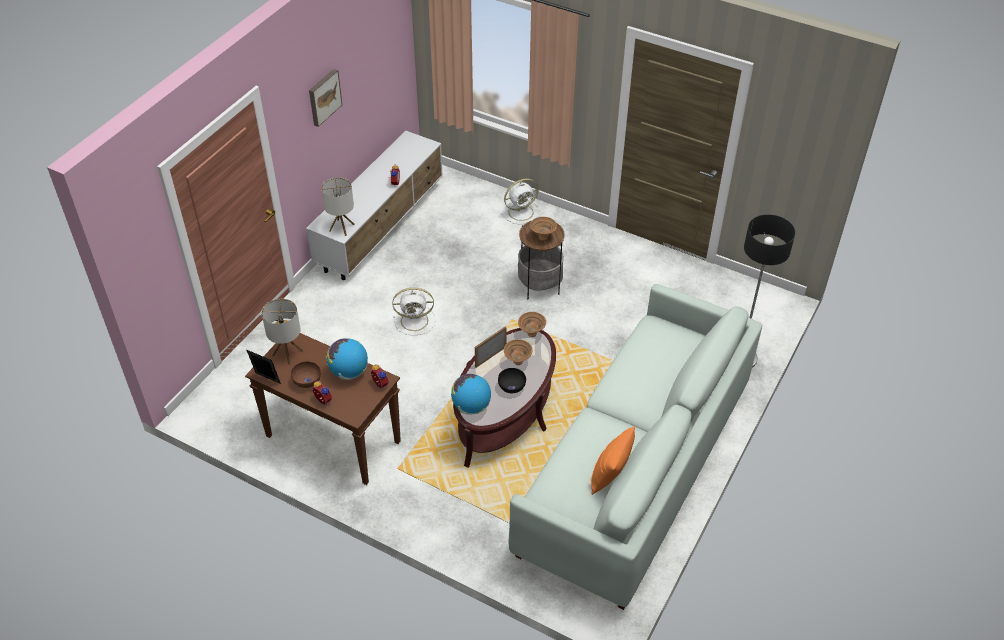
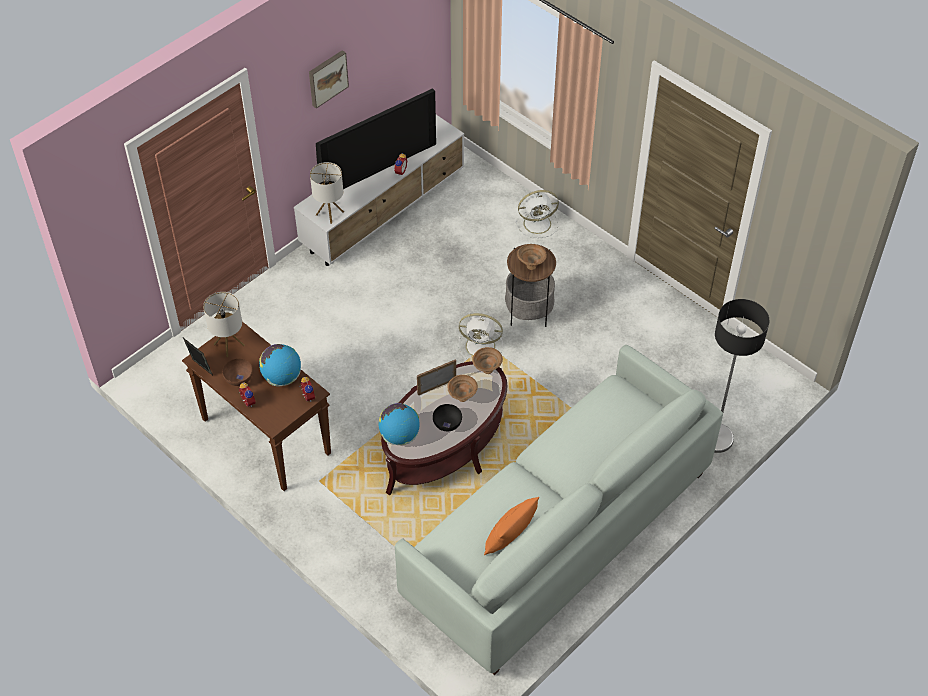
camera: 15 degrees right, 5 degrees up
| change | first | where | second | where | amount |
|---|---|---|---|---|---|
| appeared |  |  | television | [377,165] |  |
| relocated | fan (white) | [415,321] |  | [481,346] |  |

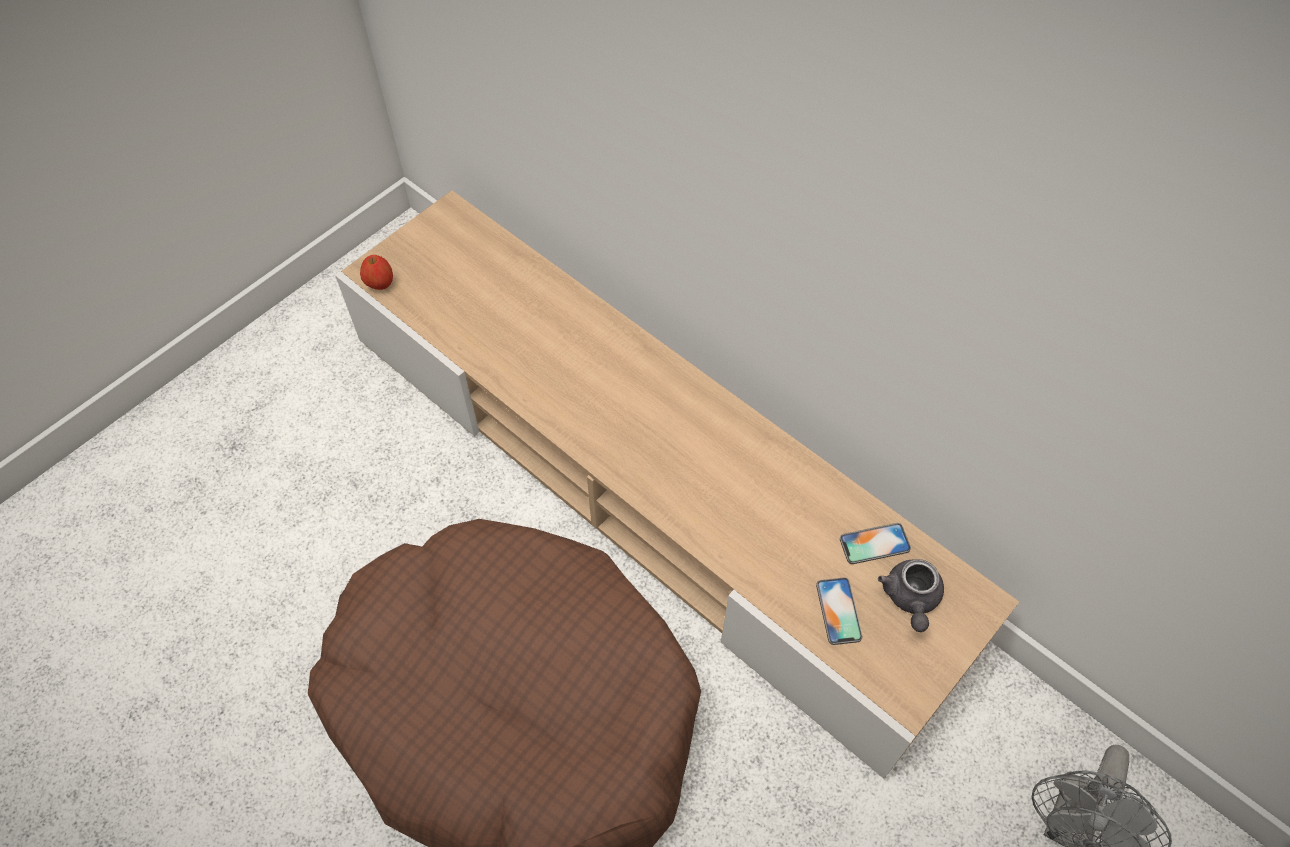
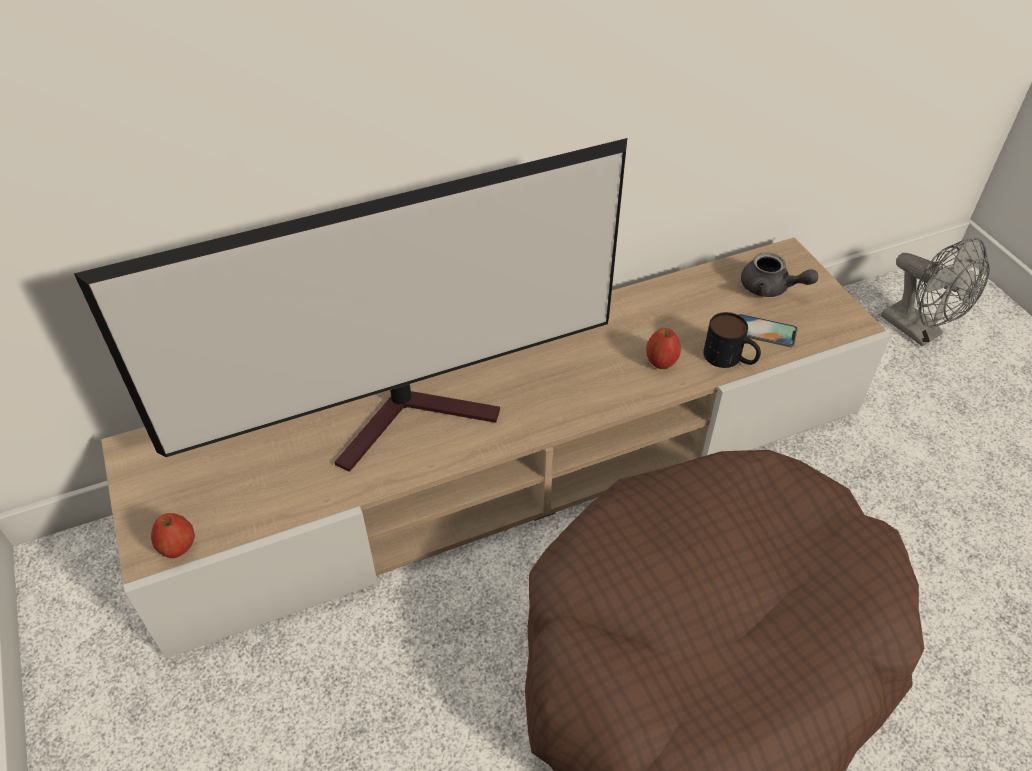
camera: 65 degrees left, 10 degrees down
| change | first | where | second | where | amount |
|---|---|---|---|---|---|
| appeared |  |  | television | [415,416] |  |
| appeared |  |  | apple | [661,362] |  |
| appeared |  |  | mug | [730,358] |  |
| missing | phone | [874,544] |  |  |  |

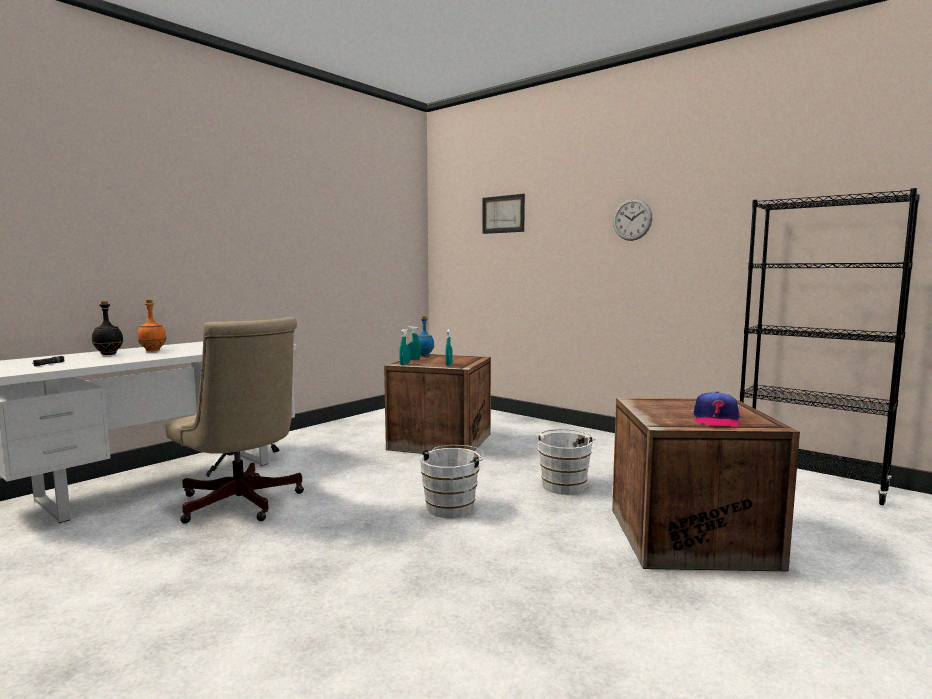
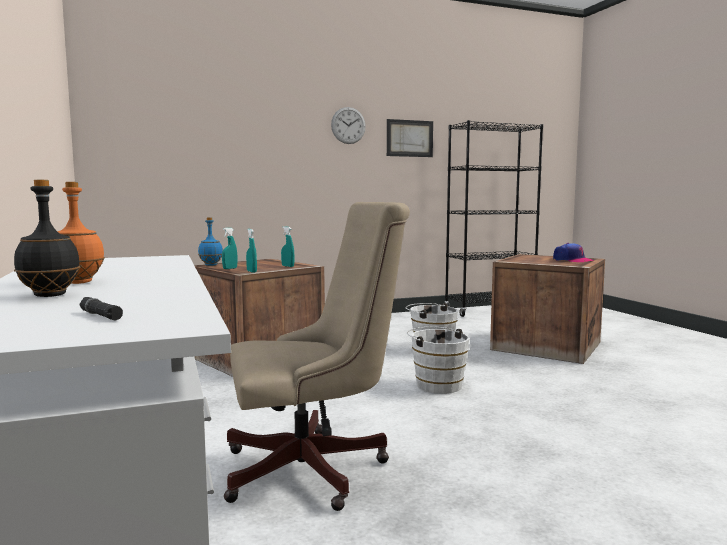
camera: 60 degrees left, 0 degrees up
| change | first | where | second | where | amount |
|---|---|---|---|---|---|
| relocated | picture | [503,214] |  | [409,138] |  |

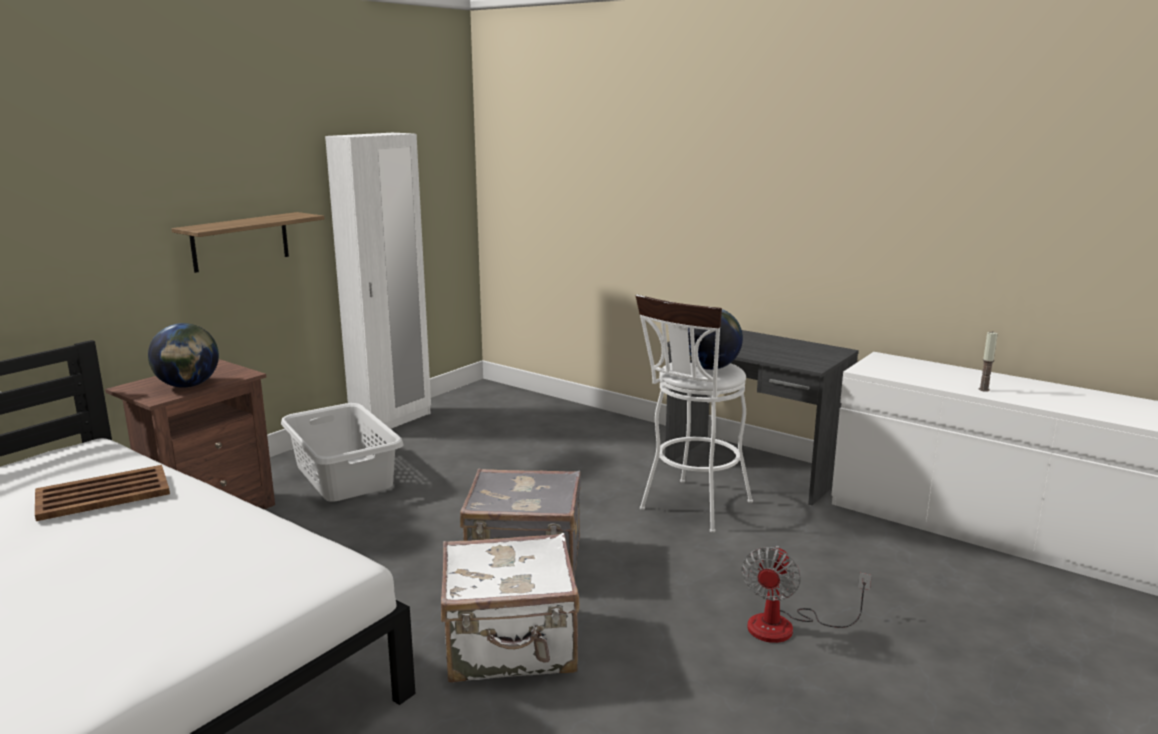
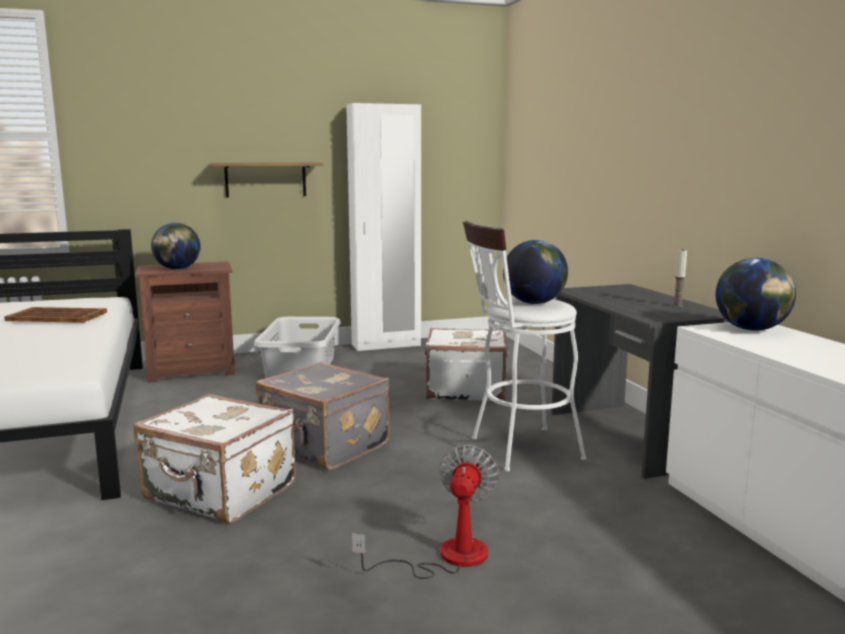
camera: 35 degrees right, 5 degrees down
| change | first | where | second | where | amount |
|---|---|---|---|---|---|
| spun | fan | [786,626] |  | [446,557] | 135 degrees clockwise |
| appeared |  |  | suitcase (white) | [465,390] |  |
| relocated | candle | [984,389] |  | [677,306] |  |
| appeared |  |  | globe | [751,329] |  |

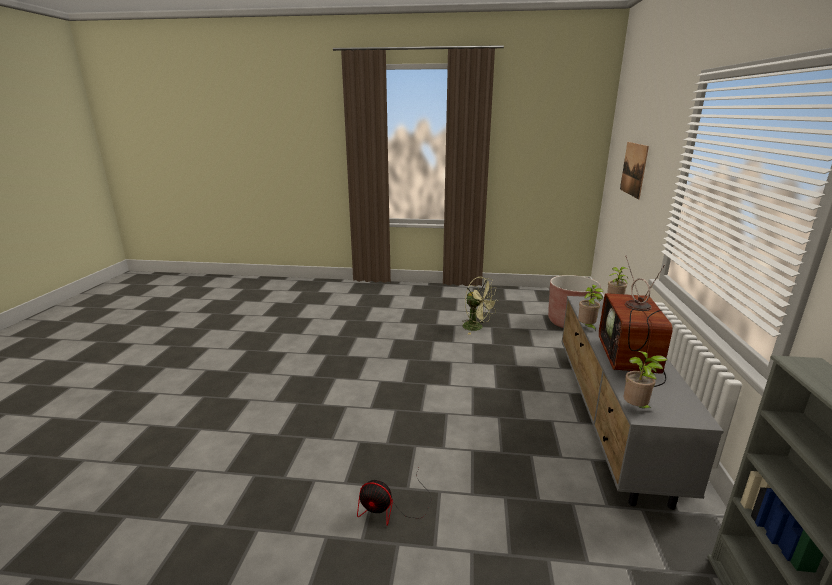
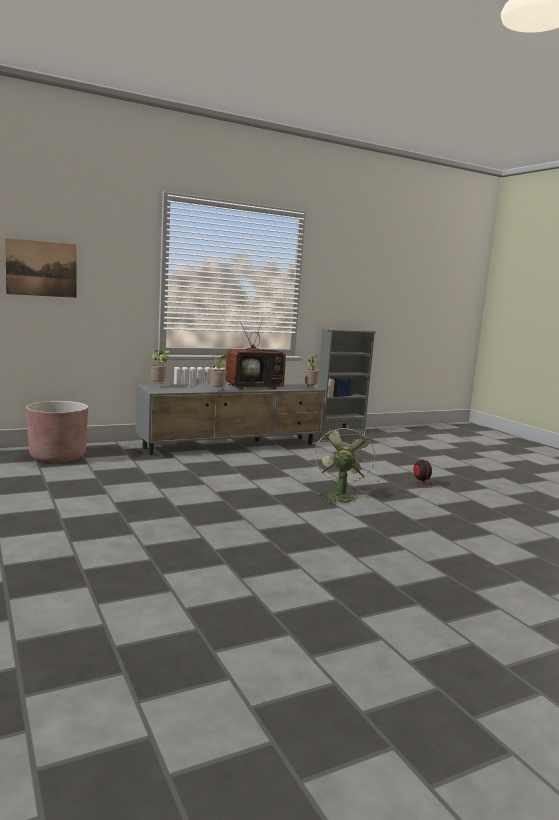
camera: 125 degrees left, 10 degrees down
| change | first | where | second | where | amount |
|---|---|---|---|---|---|
| relocated | fan (green) | [477,328] |  | [339,496] |  |

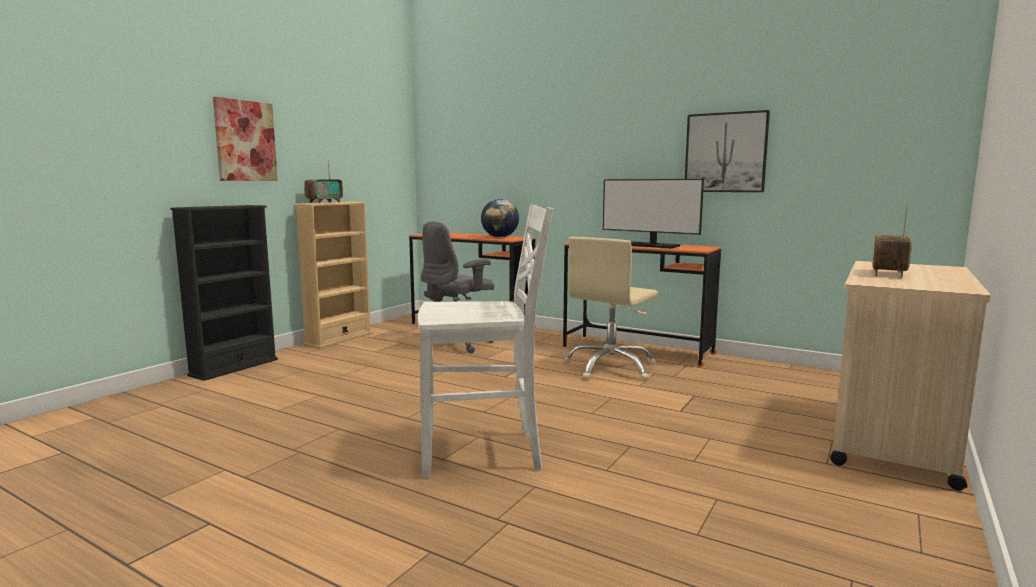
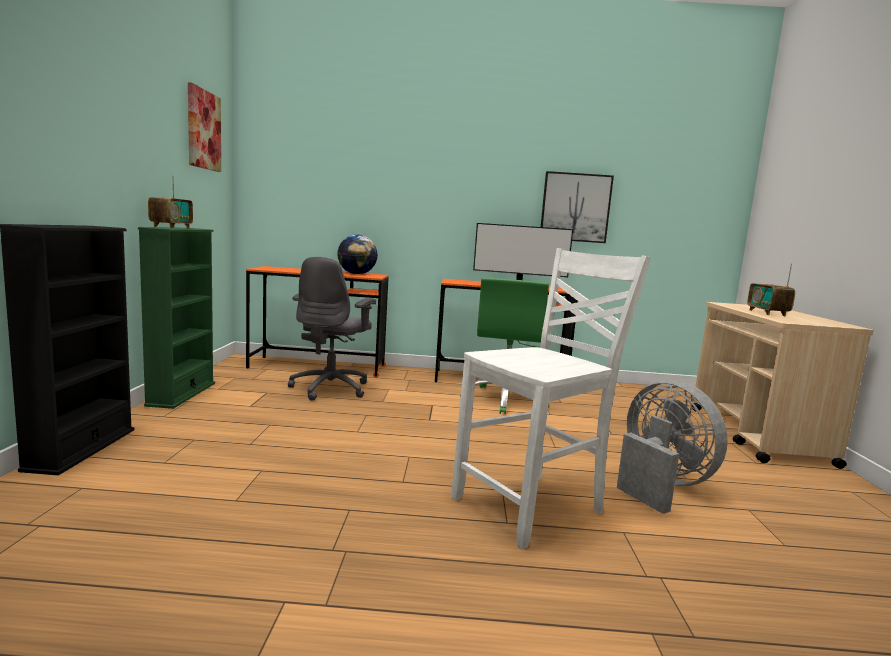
camera: 30 degrees left, 0 degrees up
| change | first | where | second | where | amount |
|---|---|---|---|---|---|
| colour | bookcase (beige) | [339,339] | bookcase (green) | [181,394] |  |
| relocated | picture | [245,141] |  | [203,130] |  |
| colour | office chair (beige) | [610,368] | office chair (green) | [505,400] |  |
| appeared |  |  | fan (grey) | [660,485] |  |

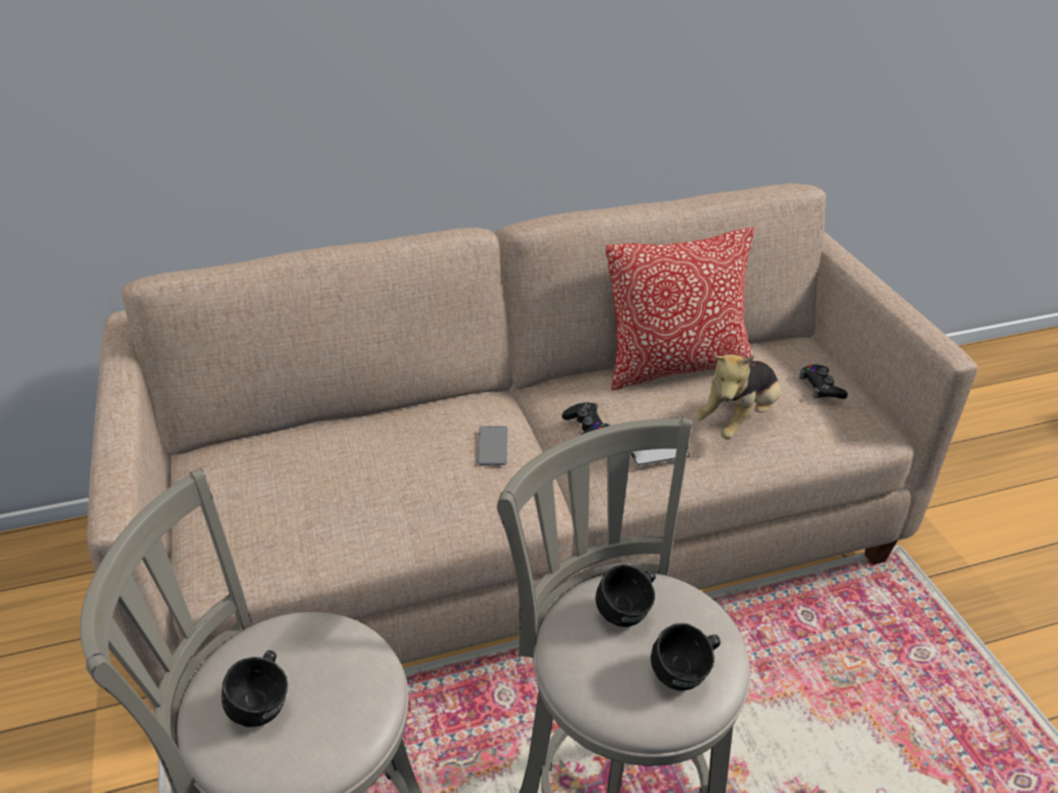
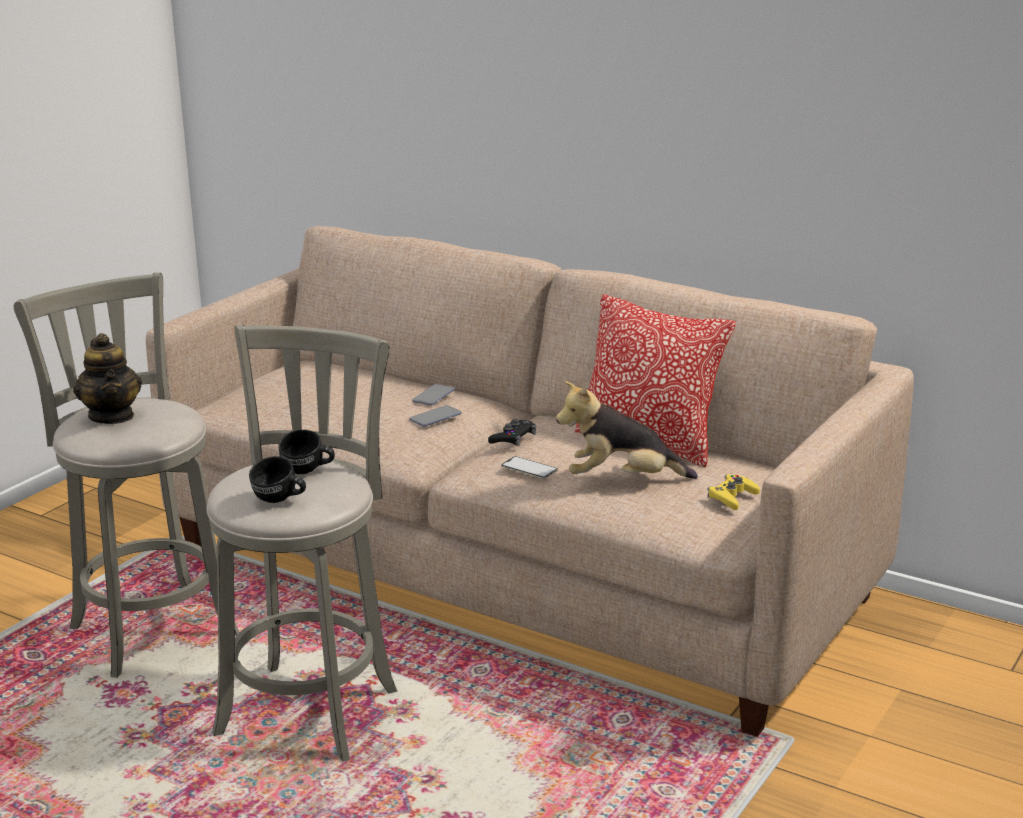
camera: 50 degrees right, 15 degrees down
| change | first | where | second | where | amount |
|---|---|---|---|---|---|
| exchanged | mug (black) | [265,703] | teapot | [112,416] |  |
| appeared |  |  | phone | [433,396] |  |
| colour | game controller (black) | [821,387] | game controller (yellow) | [732,497] |  |

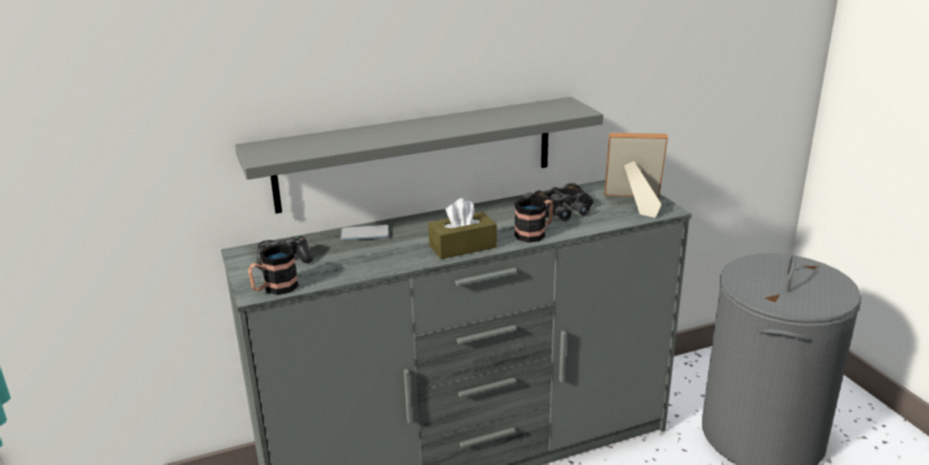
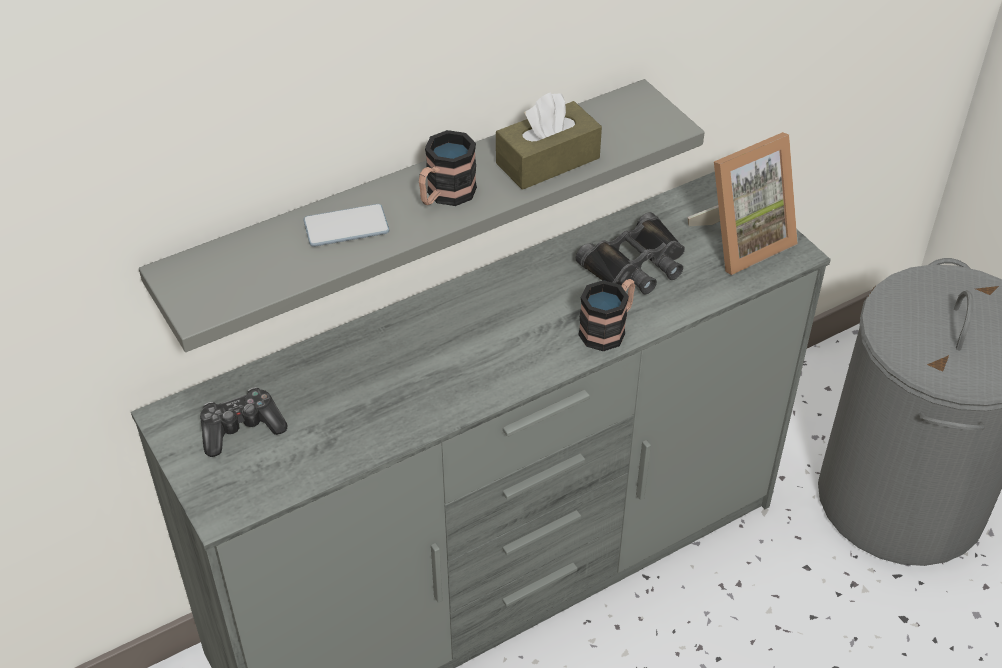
camera: 10 degrees left, 20 degrees up
| change | first | where | second | where | amount |
|---|---|---|---|---|---|
| relocated | phone | [365,234] |  | [346,227] |  |
| relocated | mug | [274,289] |  | [445,195] |  |
| relocated | tissue box (brown) | [462,246] |  | [547,161] |  |
| spun | picture frame | [632,203] |  | [741,241] | 150 degrees clockwise |

